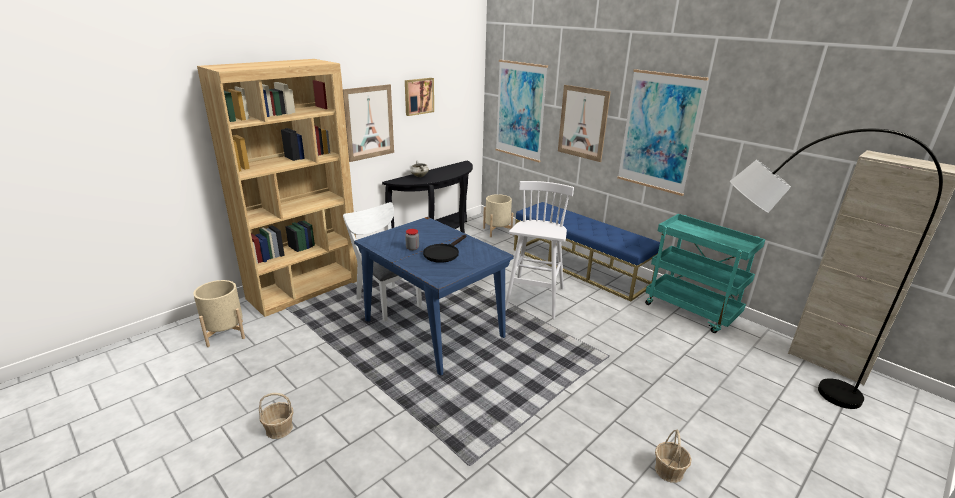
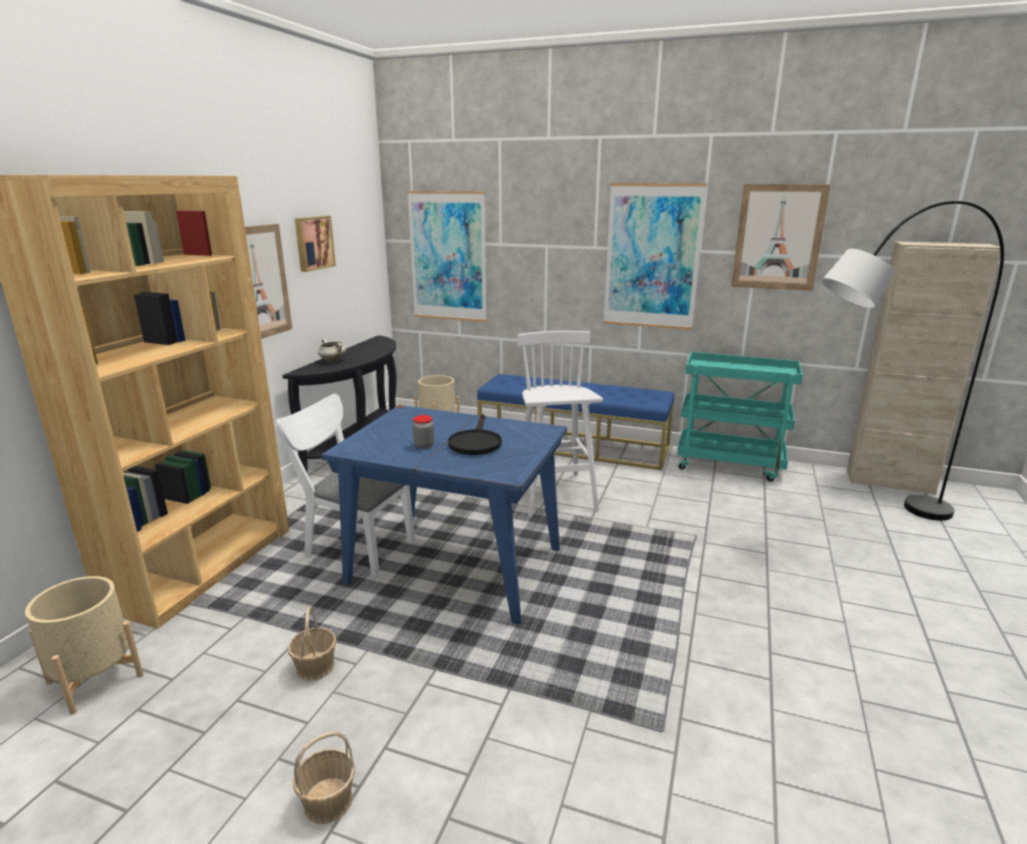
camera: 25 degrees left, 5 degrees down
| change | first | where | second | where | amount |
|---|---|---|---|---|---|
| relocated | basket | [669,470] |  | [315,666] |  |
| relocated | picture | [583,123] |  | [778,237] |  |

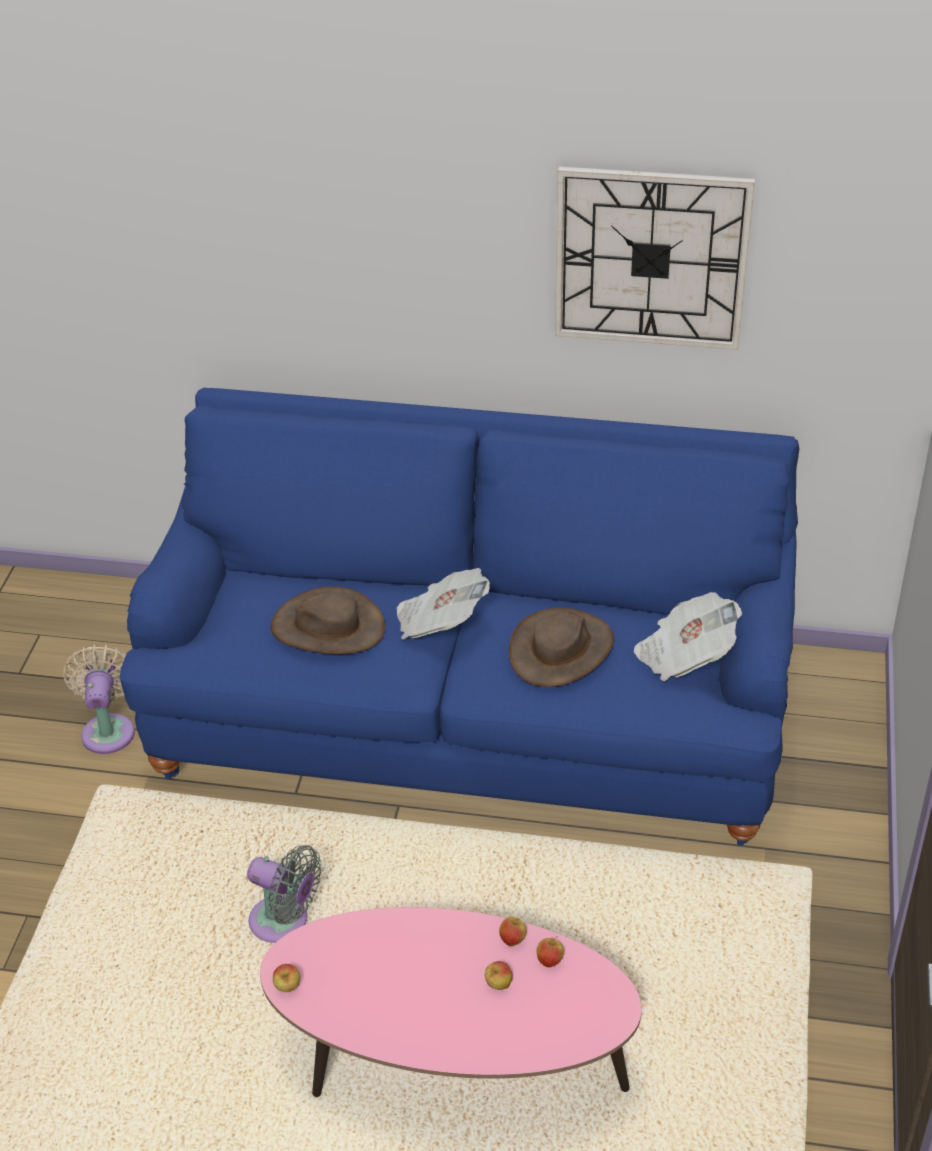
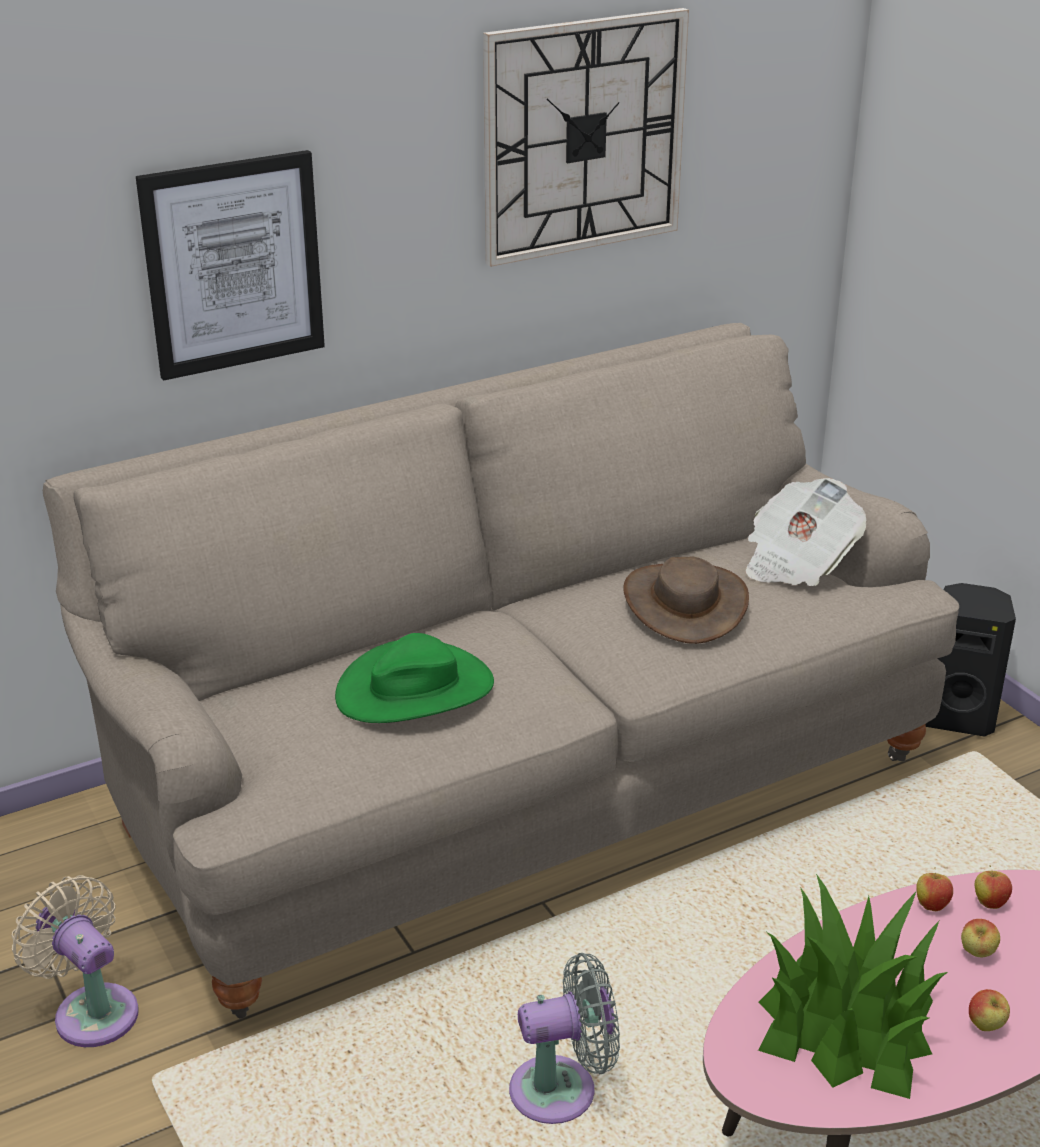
camera: 40 degrees left, 10 degrees down
| change | first | where | second | where | amount |
|---|---|---|---|---|---|
| colour | sofa (blue) | [470,720] | sofa (beige) | [518,786] |  |
| appeared |  |  | picture | [233,264] |  |
| colour | hat (brown) | [328,627] | hat (green) | [415,689] |  |
| appeared |  |  | potted plant | [846,1026] |  |
| appeared |  |  | speaker (black) | [957,716] |  |
| relocated | apple | [288,987] |  | [985,1026] |  |
| missing | newspaper | [440,622] |  |  |  |

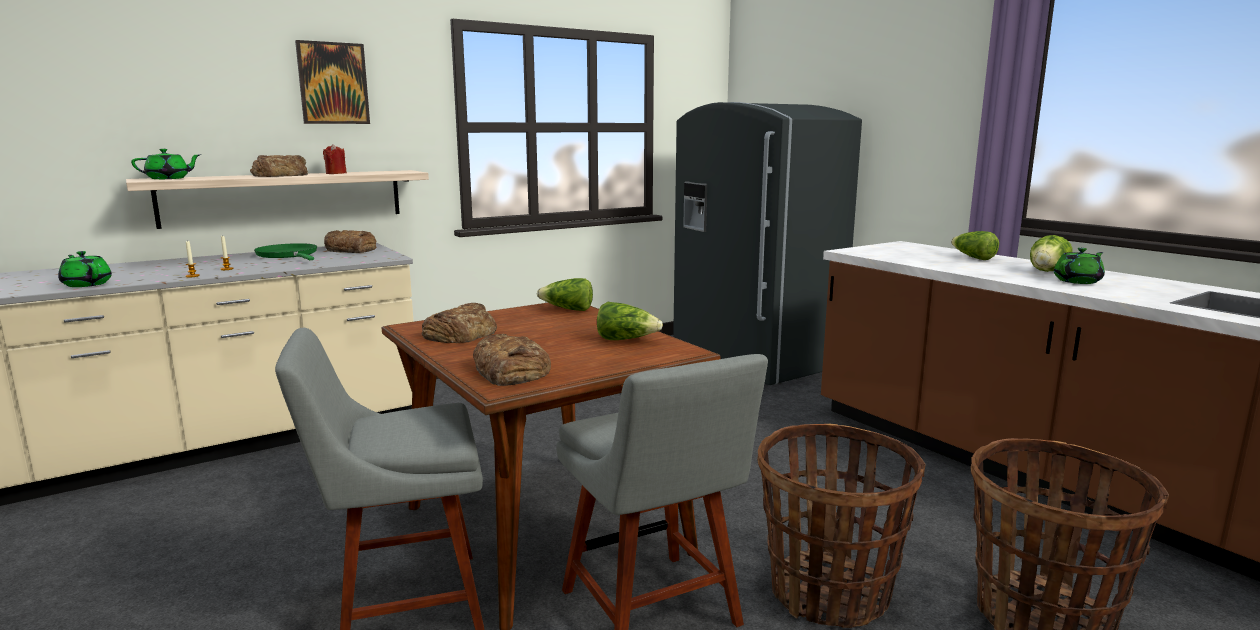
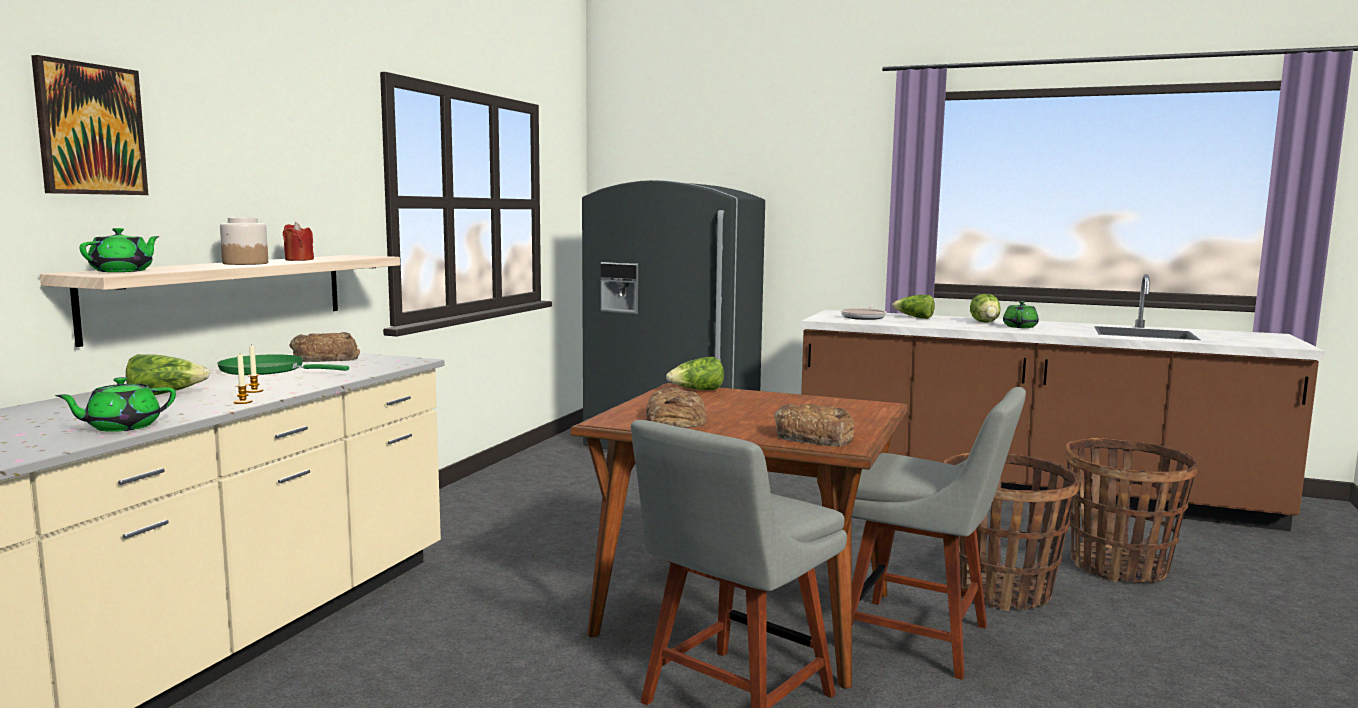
camera: 35 degrees left, 5 degrees down
| change | first | where | second | where | amount |
|---|---|---|---|---|---|
| relocated | picture | [333,83] |  | [90,129] |  |
| spun | teapot (green) | [86,284] |  | [122,427] | 45 degrees counterclockwise |
| relocated | lettuce | [626,340] |  | [165,394] |  |
| exchanged | bread | [281,175] | jar | [245,263] |  |
| appeared |  |  | frying pan | [864,317] |  |

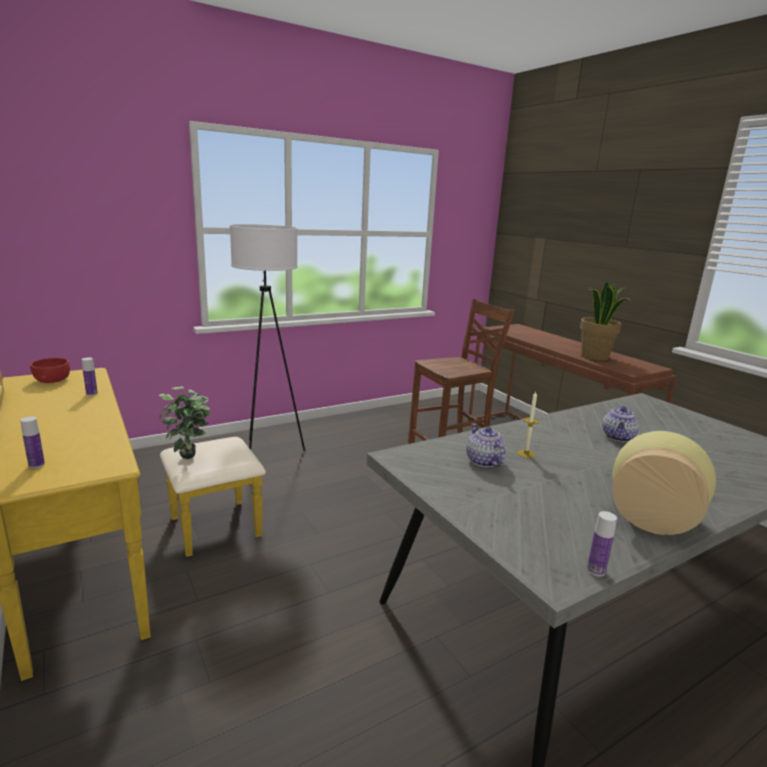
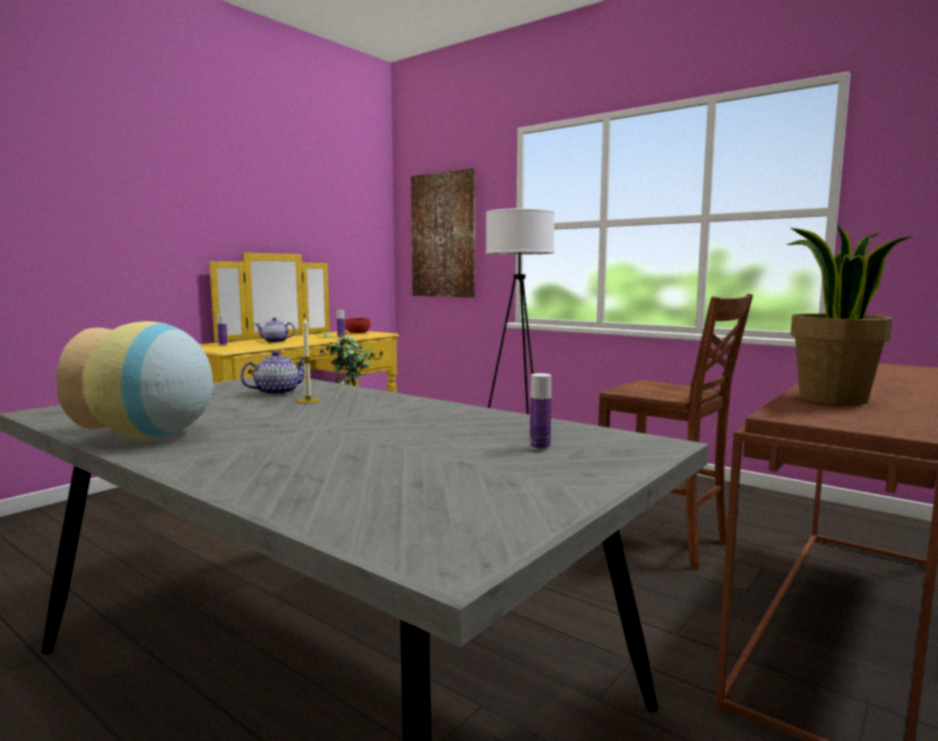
camera: 70 degrees right, 10 degrees down
| change | first | where | second | where | amount |
|---|---|---|---|---|---|
| relocated | teapot | [618,437] |  | [274,341] |  |
| appeared |  |  | picture | [443,235] |  |
| relocated | bottle | [596,570] |  | [539,447] |  |

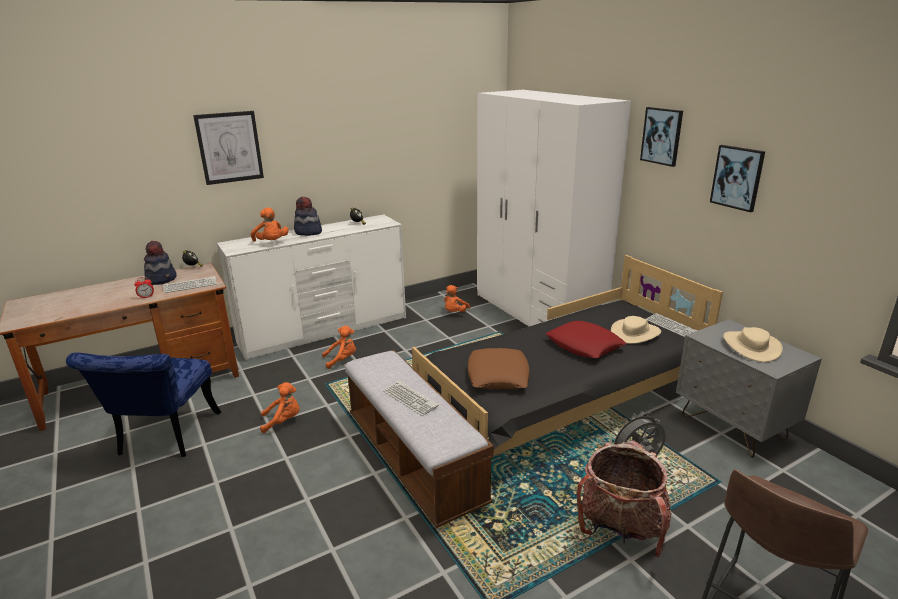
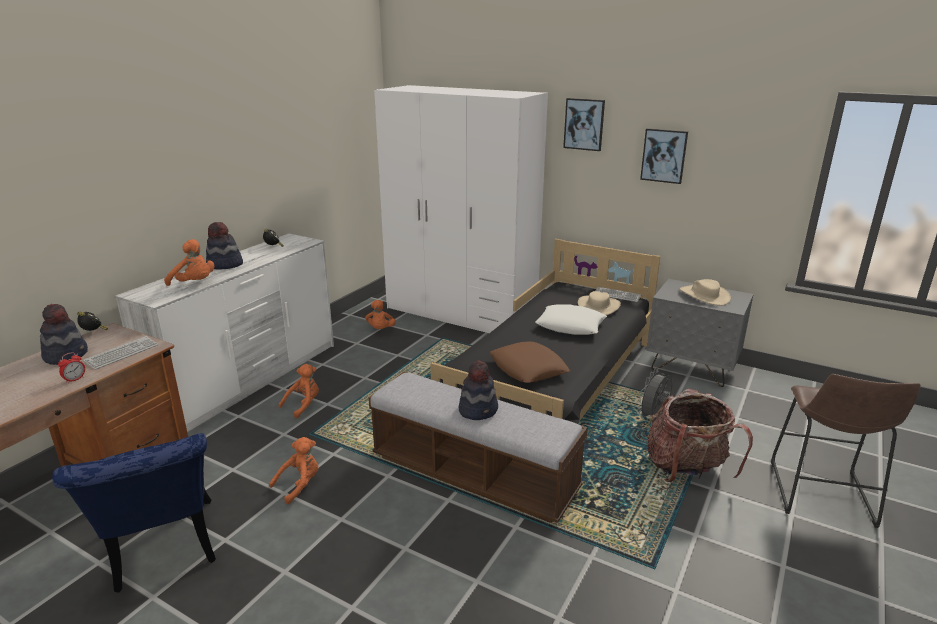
camera: 30 degrees left, 0 degrees up
| change | first | where | second | where | amount |
|---|---|---|---|---|---|
| exchanged | keyboard | [410,399] | hat | [478,410] |  |
| colour | pillow (red) | [584,345] | pillow (white) | [570,326] |  |
| missing | picture | [229,147] |  |  |  |

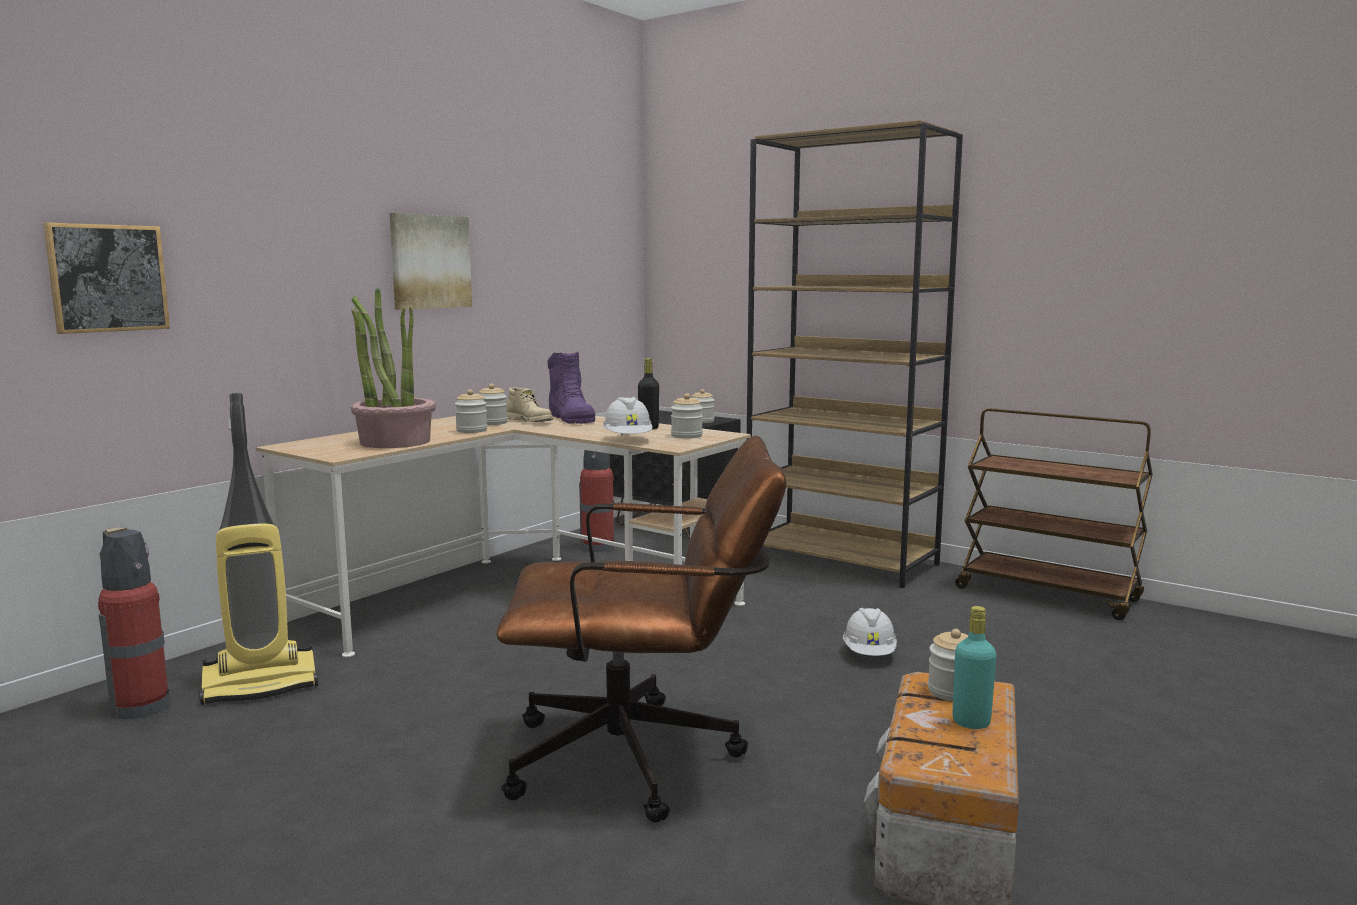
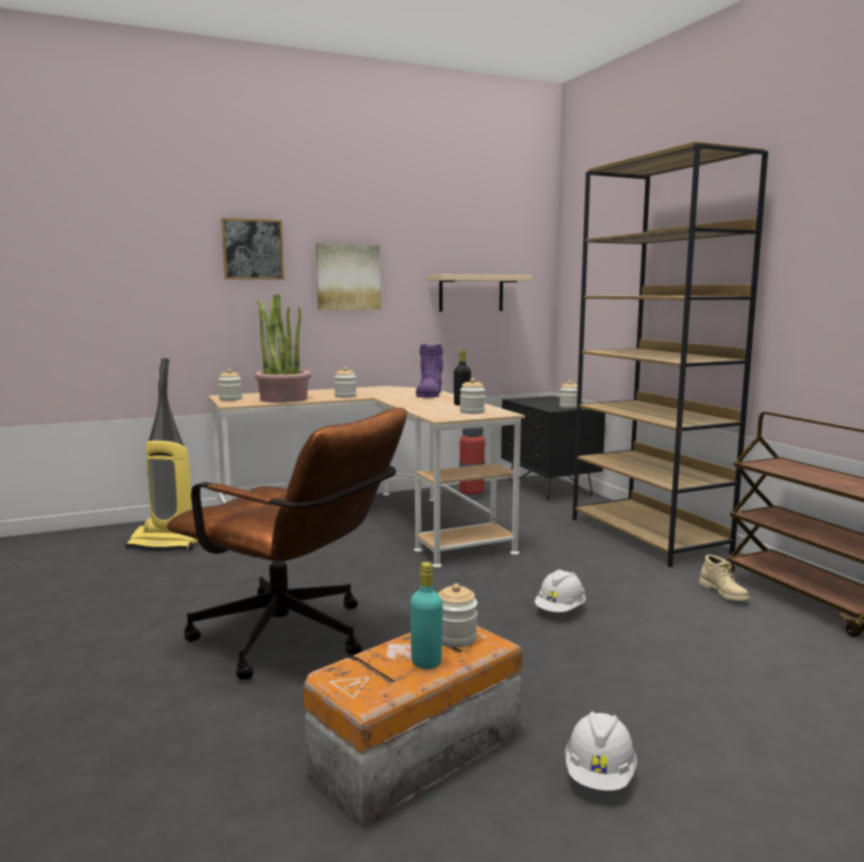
camera: 30 degrees right, 0 degrees up
| change | first | where | second | where | amount |
|---|---|---|---|---|---|
| relocated | jar | [492,423] |  | [230,399] |  |
| relocated | picture | [108,278] |  | [253,249] |  |
| appeared |  |  | shelf (beige) | [471,293] |  |
| relocated | hard hat (white) | [628,440] |  | [600,775] |  |
| relocated | boot (beige) | [530,421] |  | [724,593] |  |
| missing | fire extinguisher | [139,706] |  |  |  |

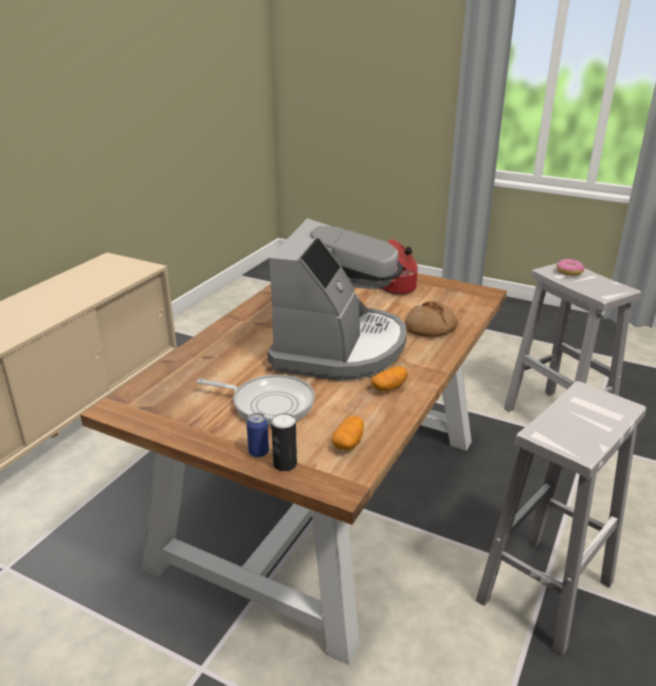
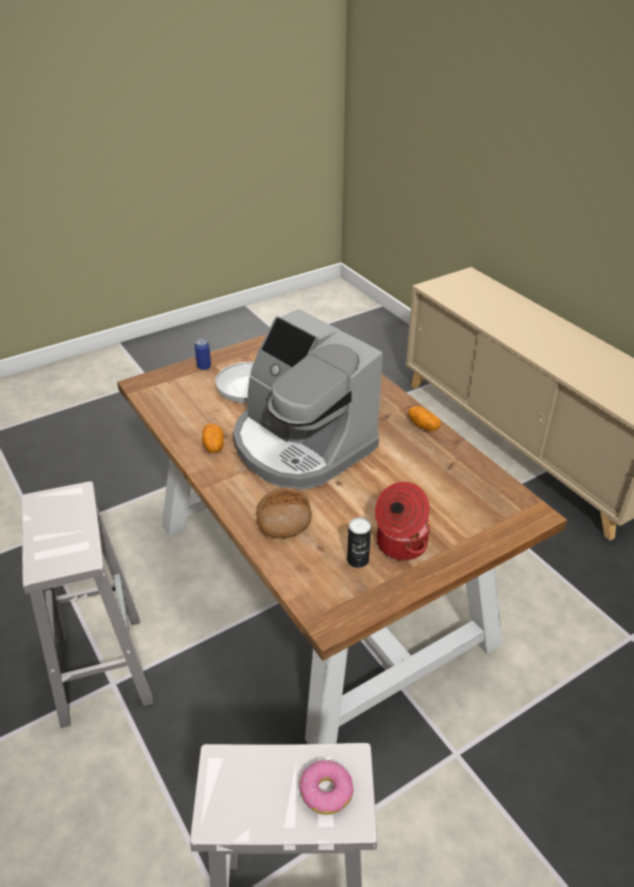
camera: 120 degrees right, 10 degrees up
| change | first | where | second | where | amount |
|---|---|---|---|---|---|
| relocated | can | [285,464] |  | [358,560] |  |
| relocated | potato | [348,443] |  | [423,426] |  |

